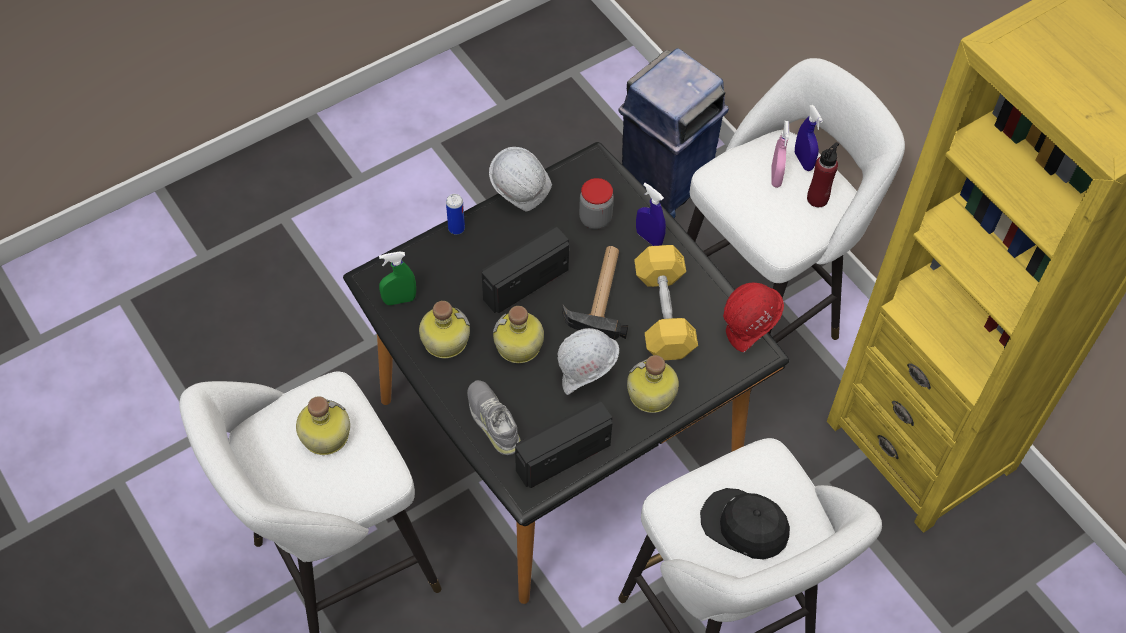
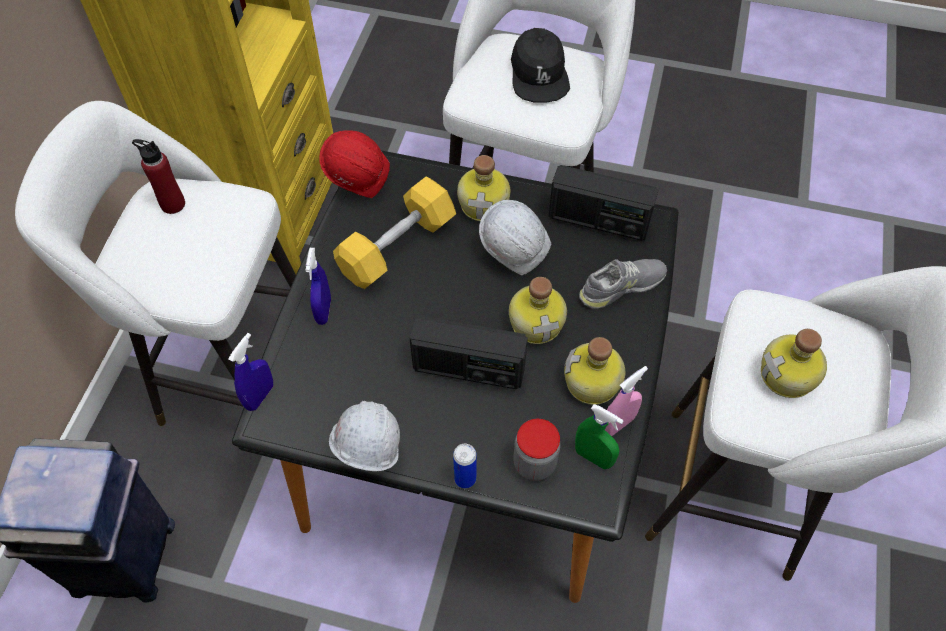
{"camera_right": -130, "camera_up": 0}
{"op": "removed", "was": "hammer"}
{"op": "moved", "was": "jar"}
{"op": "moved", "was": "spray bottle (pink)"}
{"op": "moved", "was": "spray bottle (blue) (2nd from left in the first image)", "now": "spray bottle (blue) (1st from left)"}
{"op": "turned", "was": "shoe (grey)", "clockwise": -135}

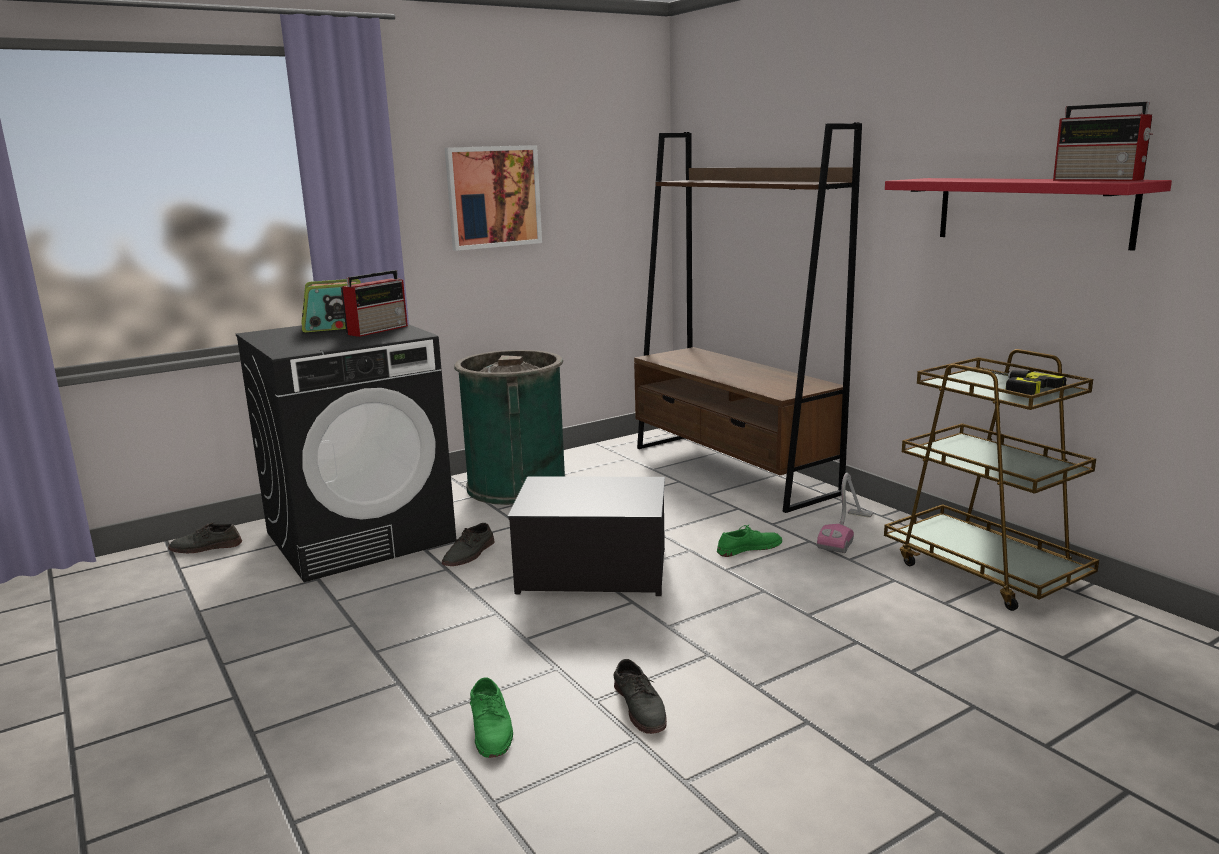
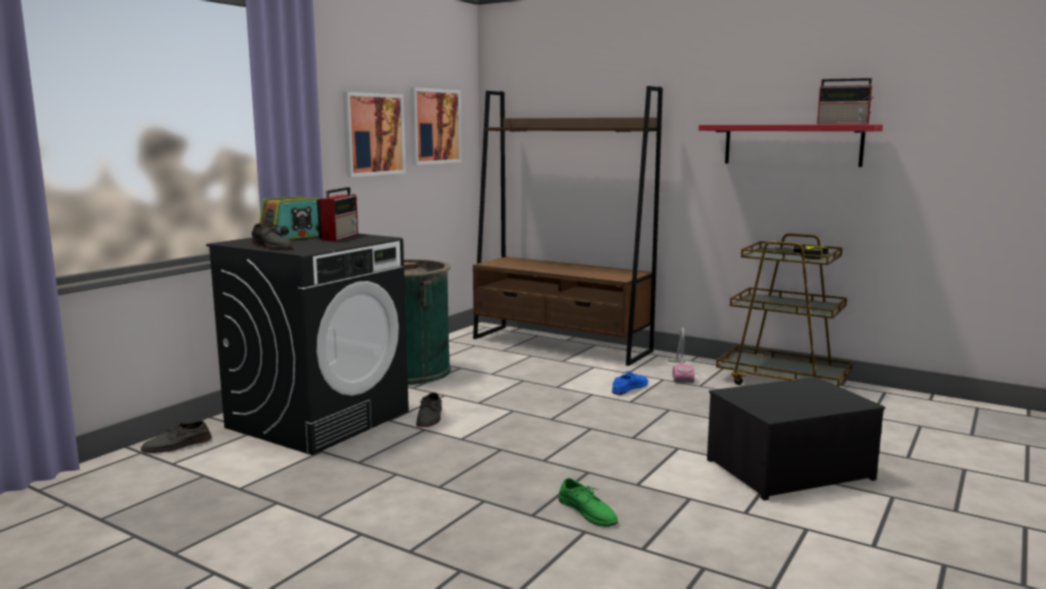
{"camera_right": -25, "camera_up": -5}
{"op": "added", "now": "picture (2nd from left)"}
{"op": "moved", "was": "storage box"}
{"op": "moved", "was": "shoe (grey) (3rd from left in the first image)", "now": "shoe (grey) (2nd from left)"}
{"op": "recoloured", "was": "shoe (green) (2nd from left)", "now": "shoe (blue)"}

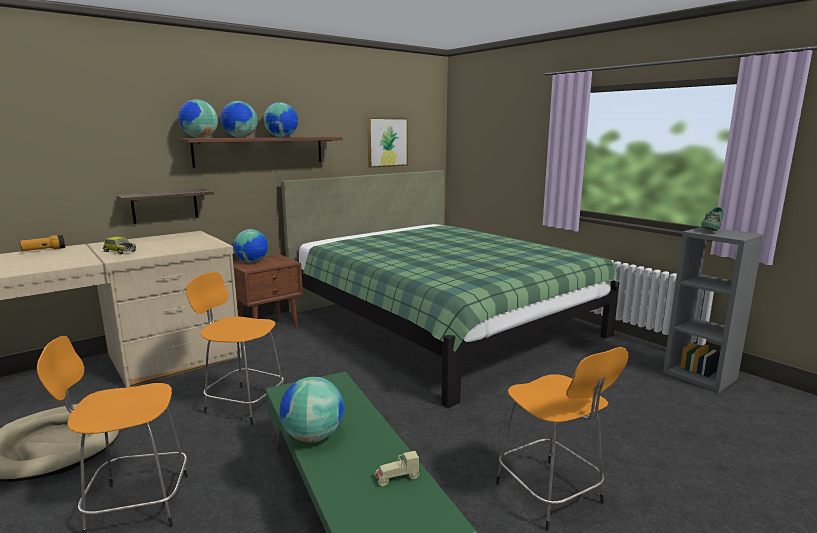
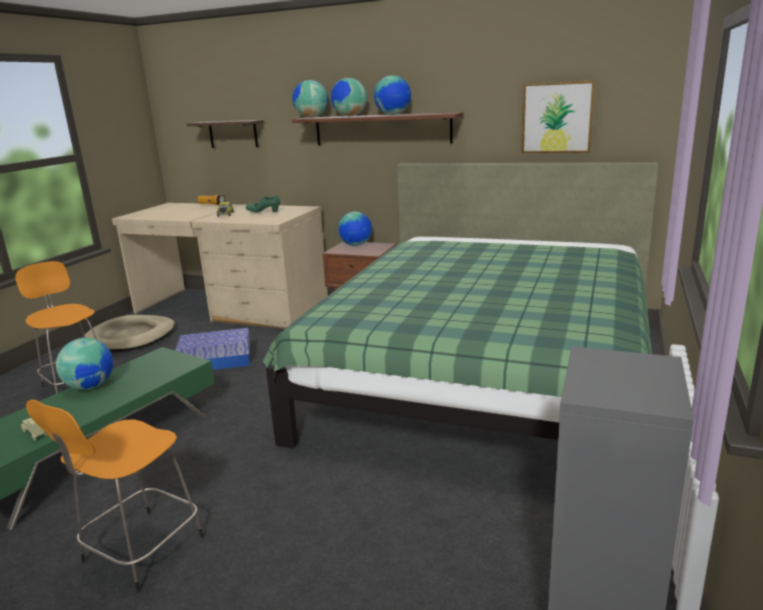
{"camera_right": 60, "camera_up": 5}
{"op": "moved", "was": "shelf (1st from left)"}
{"op": "moved", "was": "shoe (green)"}
{"op": "replaced", "was": "stool (orange) (2nd from left)", "now": "storage box"}

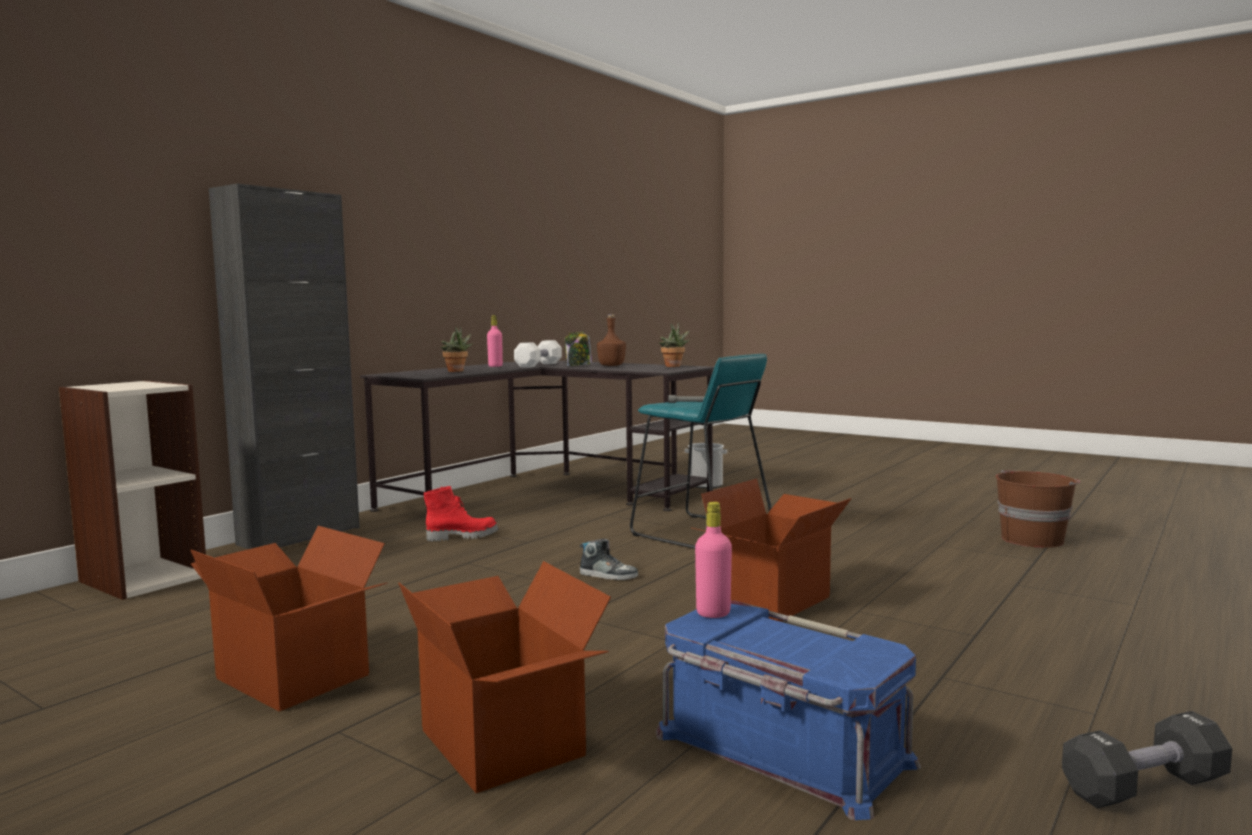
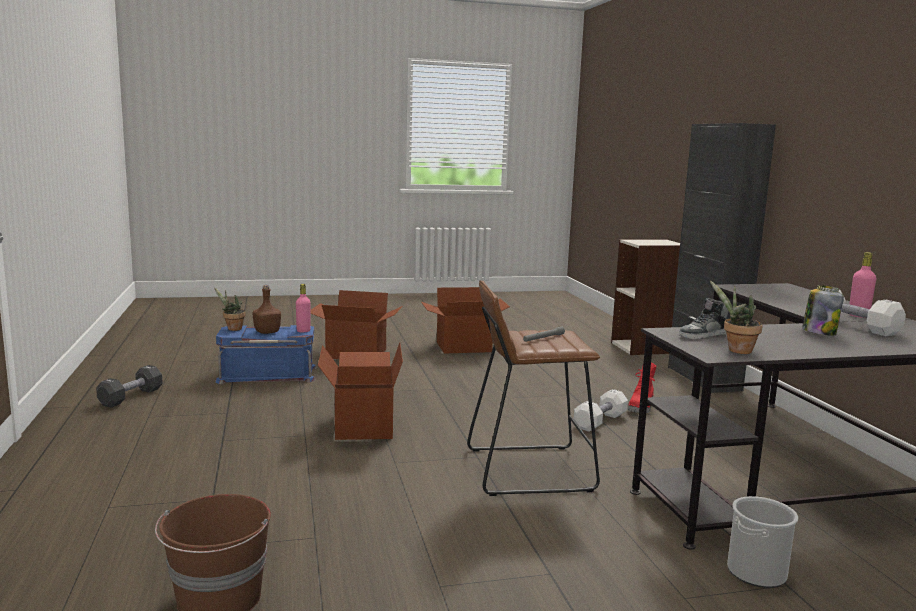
{"camera_right": 130, "camera_up": 5}
{"op": "added", "now": "dumbbell (white) (1st from left)"}
{"op": "moved", "was": "potted plant (1st from left)"}
{"op": "moved", "was": "shoe"}
{"op": "moved", "was": "bottle (brown)"}
{"op": "recoloured", "was": "stool (turquoise)", "now": "stool (brown)"}

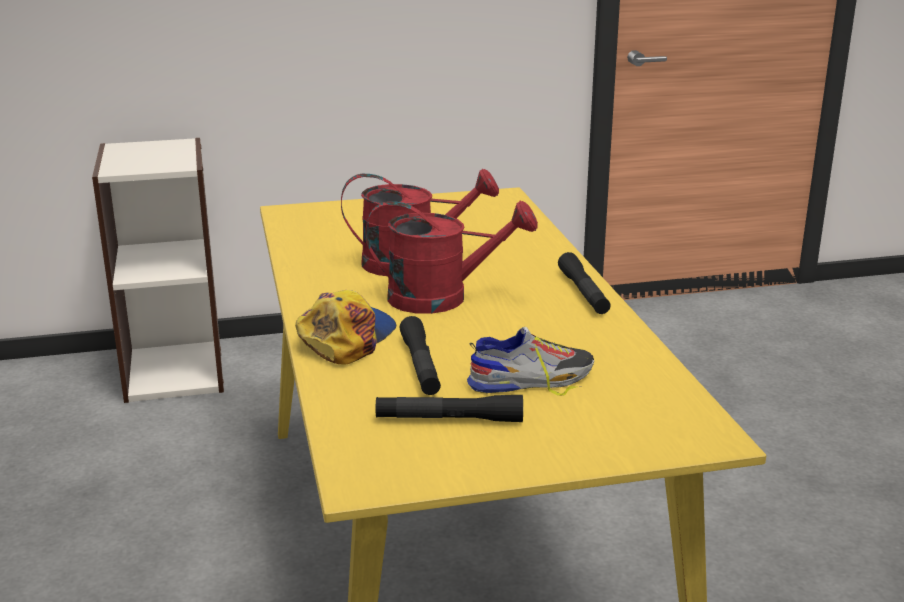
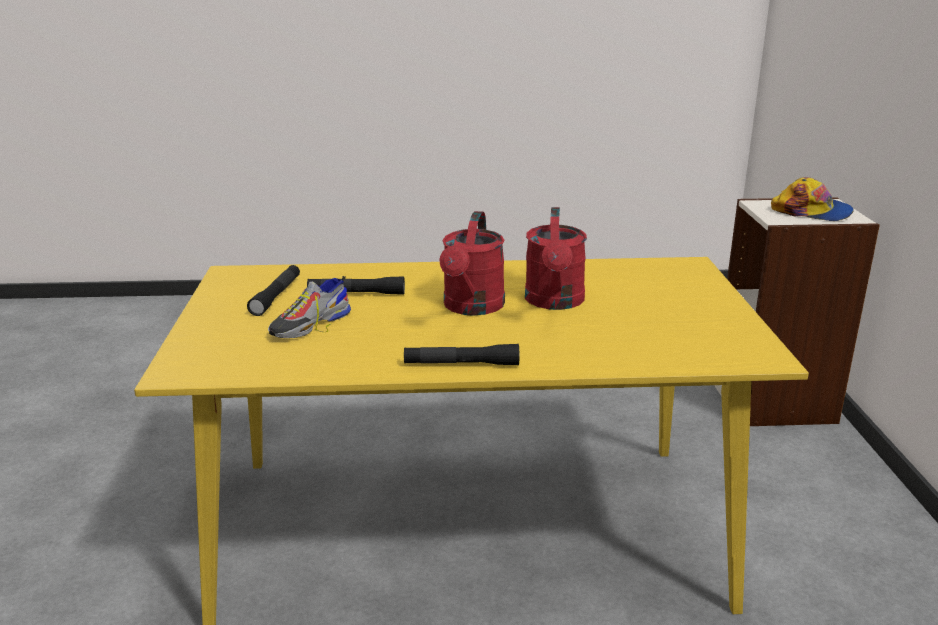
{"camera_right": 100, "camera_up": 0}
{"op": "moved", "was": "cap"}
{"op": "turned", "was": "shoe", "clockwise": 45}

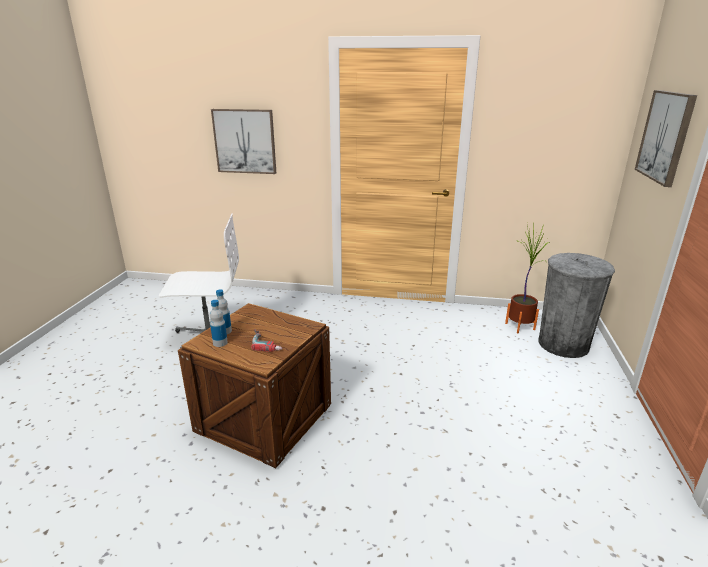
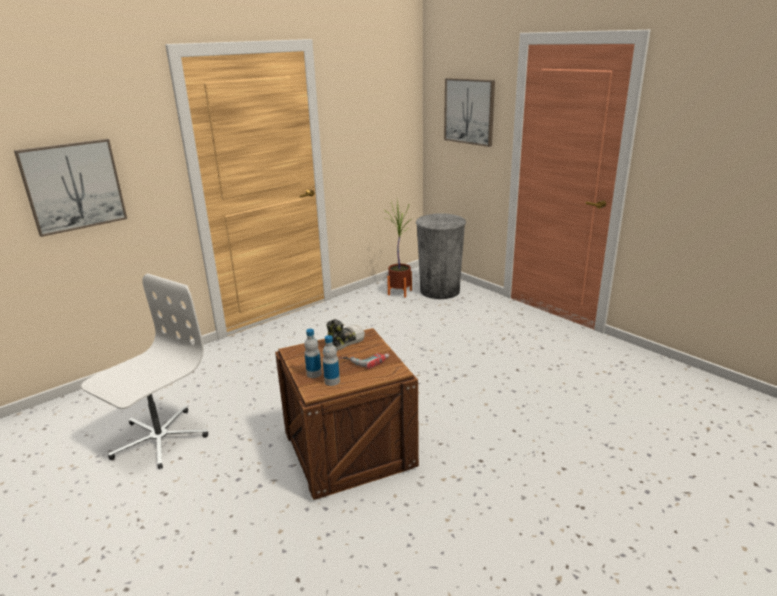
{"camera_right": -50, "camera_up": 0}
{"op": "added", "now": "shoe"}

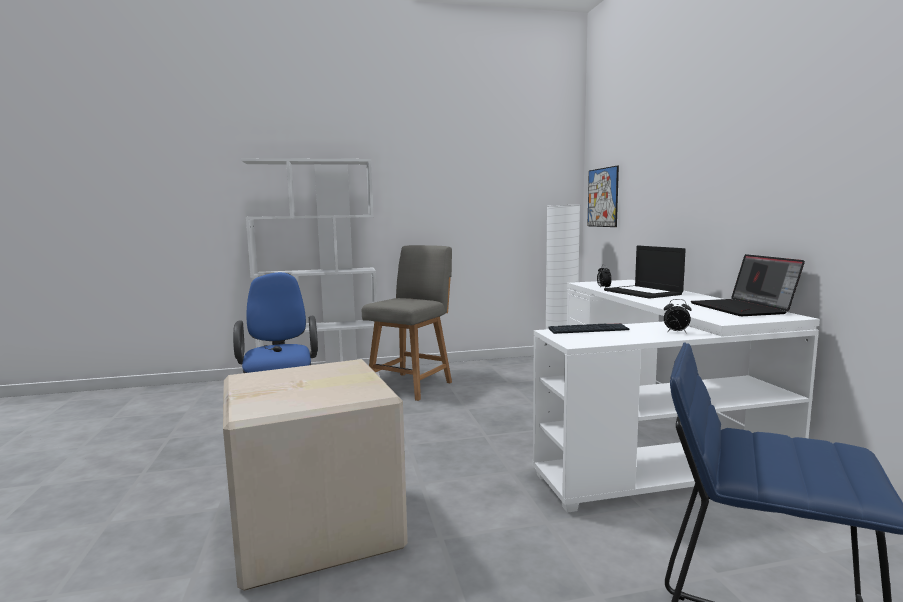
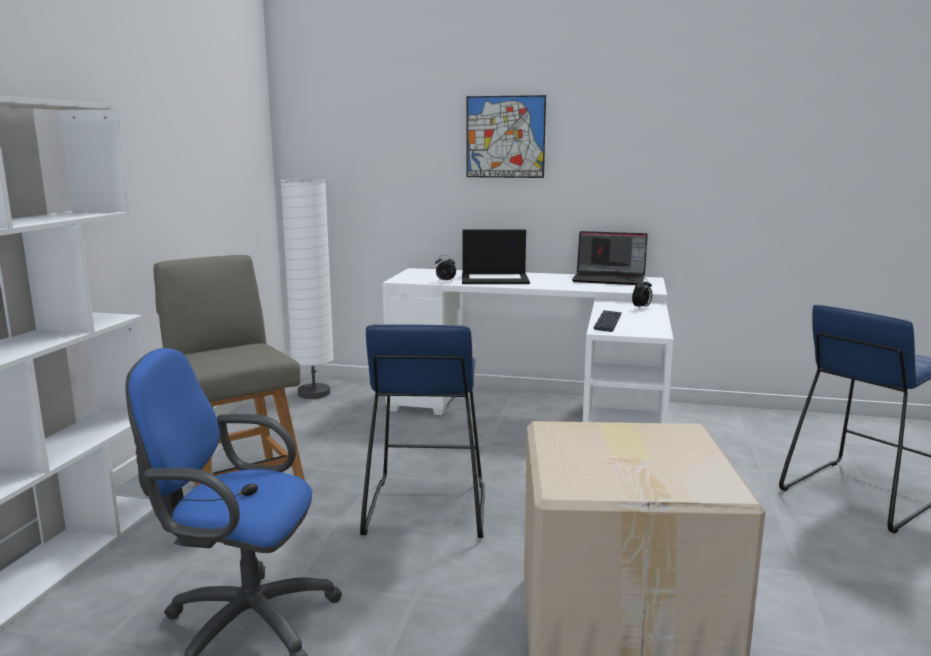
{"camera_right": -65, "camera_up": 5}
{"op": "added", "now": "stool (blue) (1st from left)"}
{"op": "moved", "was": "picture"}

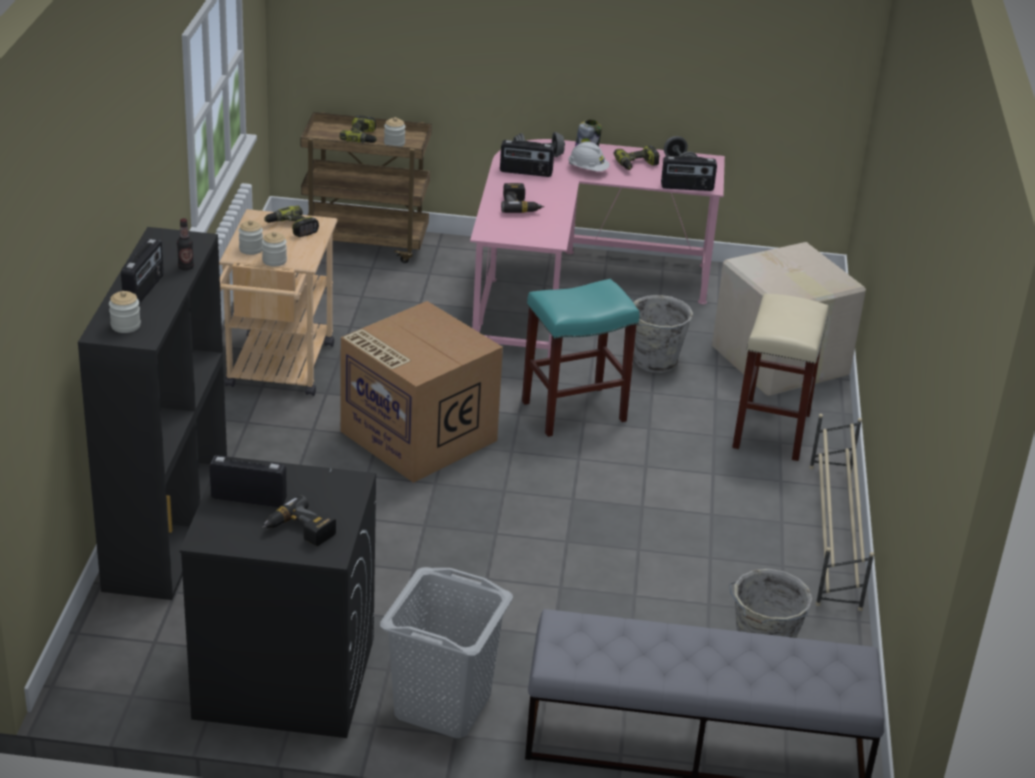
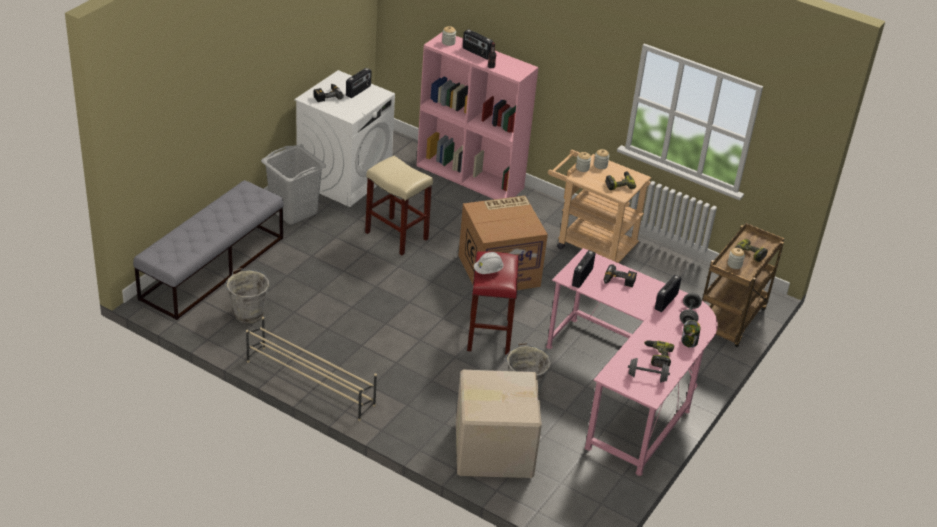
{"camera_right": 115, "camera_up": 5}
{"op": "moved", "was": "hard hat (white)"}
{"op": "moved", "was": "radio (4th from left in the first image)", "now": "radio (3rd from left)"}
{"op": "moved", "was": "stool (beige)"}
{"op": "recoloured", "was": "bookcase (black)", "now": "bookcase (pink)"}
{"op": "recoloured", "was": "washing machine (black)", "now": "washing machine (white)"}
{"op": "recoloured", "was": "stool (turquoise)", "now": "stool (red)"}

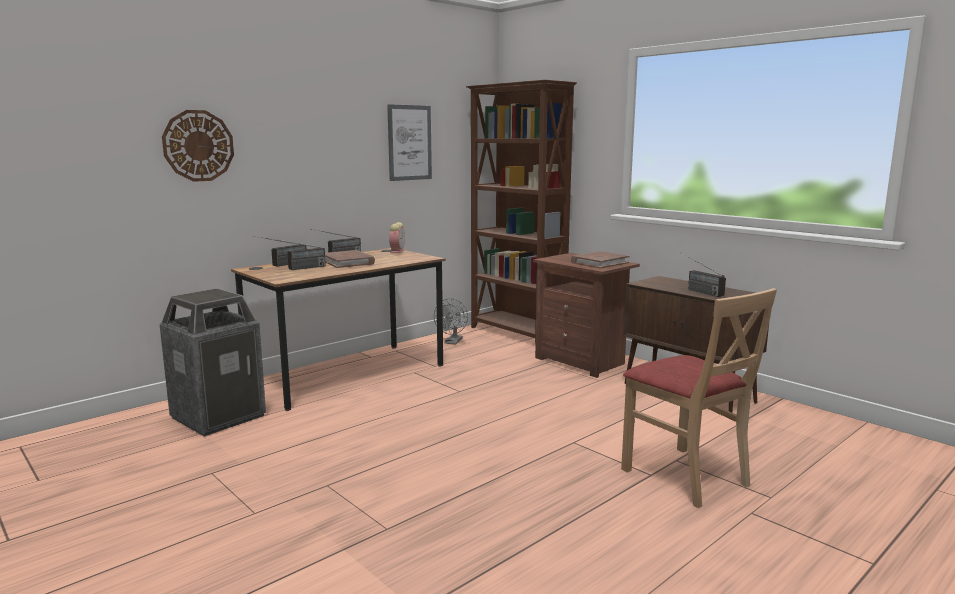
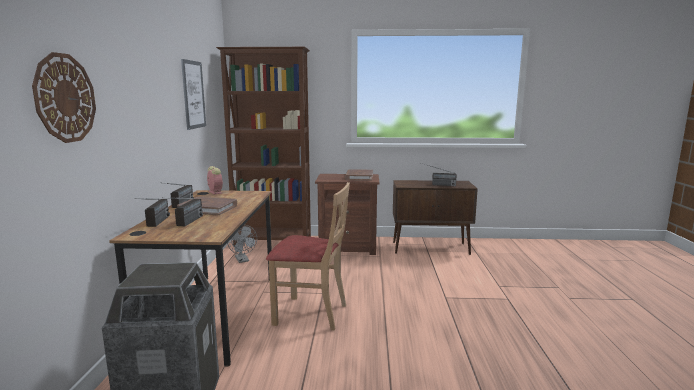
{"camera_right": -45, "camera_up": 0}
{"op": "moved", "was": "chair (beige)"}

